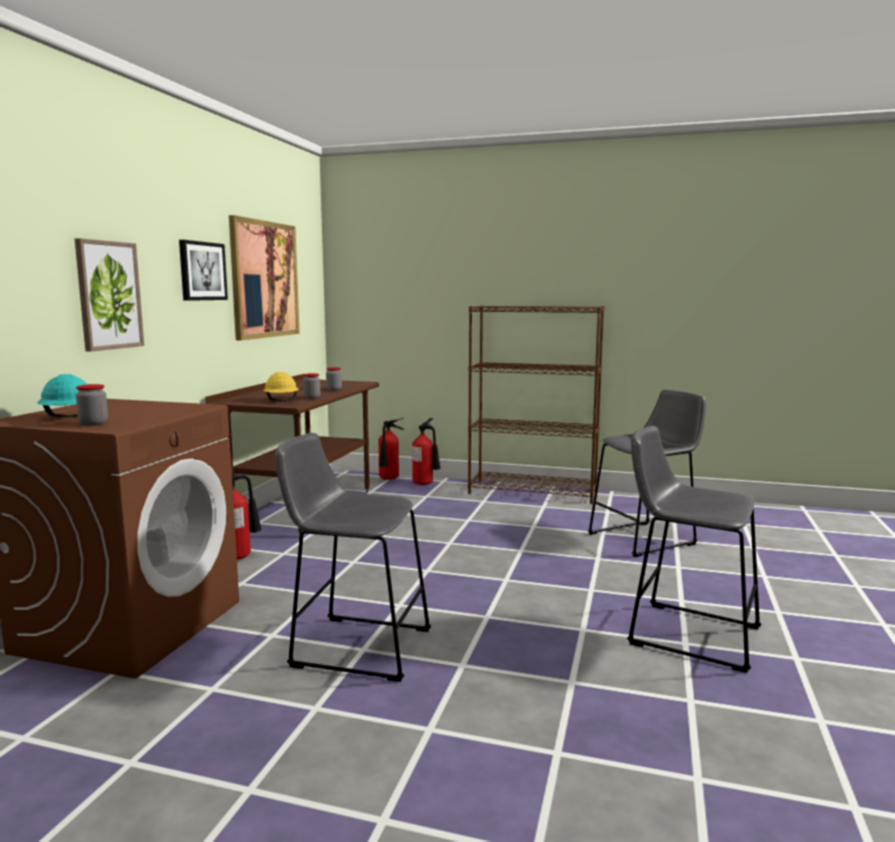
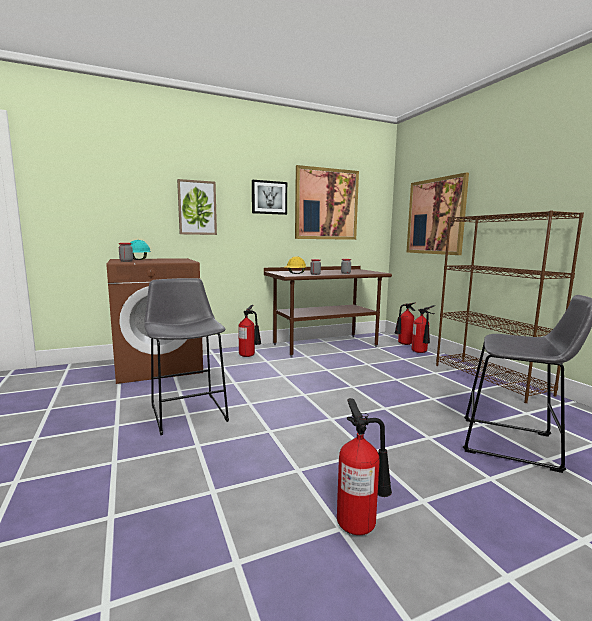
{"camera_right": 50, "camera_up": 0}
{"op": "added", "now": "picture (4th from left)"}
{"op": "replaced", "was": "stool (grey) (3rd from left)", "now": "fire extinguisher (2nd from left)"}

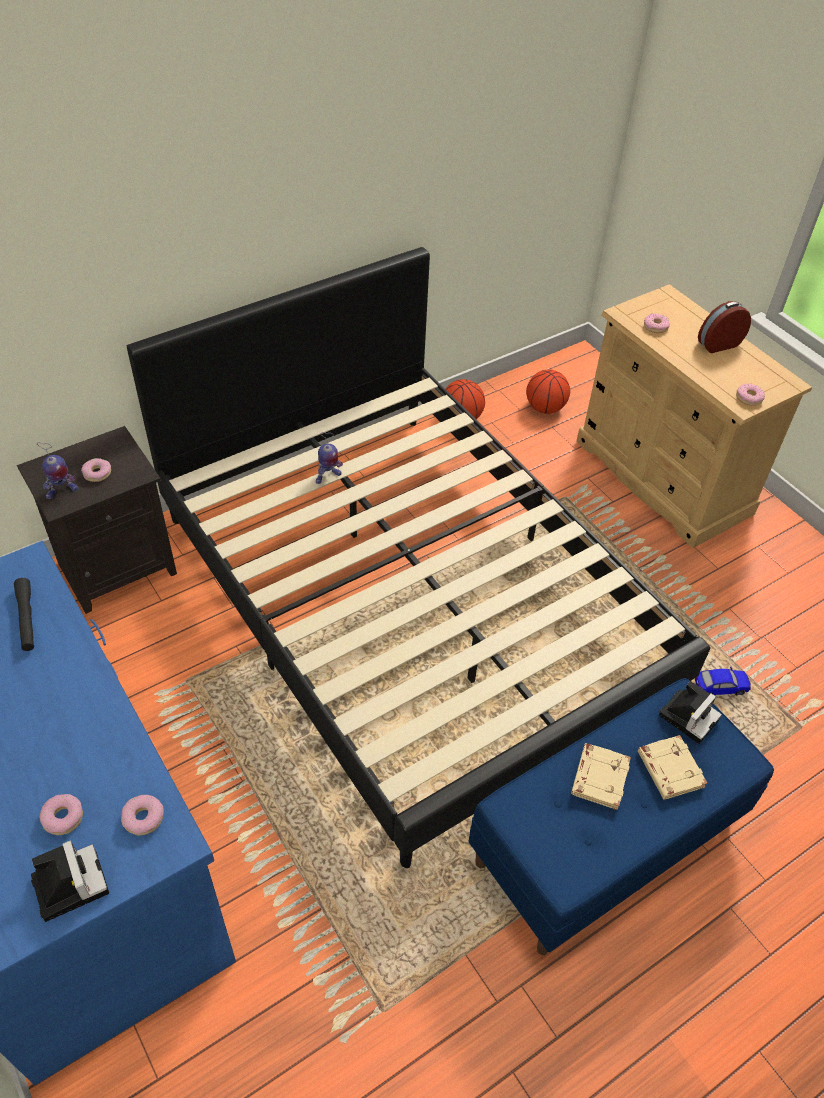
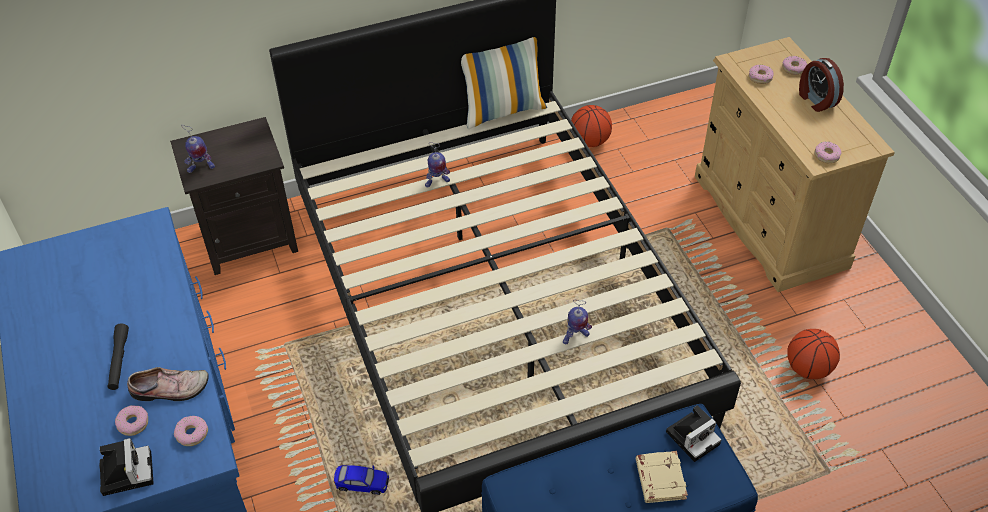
{"camera_right": 15, "camera_up": 0}
{"op": "removed", "was": "book (beige) (1st from left)"}
{"op": "added", "now": "shoe"}
{"op": "added", "now": "pillow"}
{"op": "added", "now": "toy robot (3rd from left)"}
{"op": "moved", "was": "flashlight (black)"}
{"op": "moved", "was": "donut (2nd from left in the first image)", "now": "donut (4th from left)"}
{"op": "moved", "was": "basketball (2nd from left)"}
{"op": "moved", "was": "toy car"}
{"op": "turned", "was": "alarm clock", "clockwise": -105}

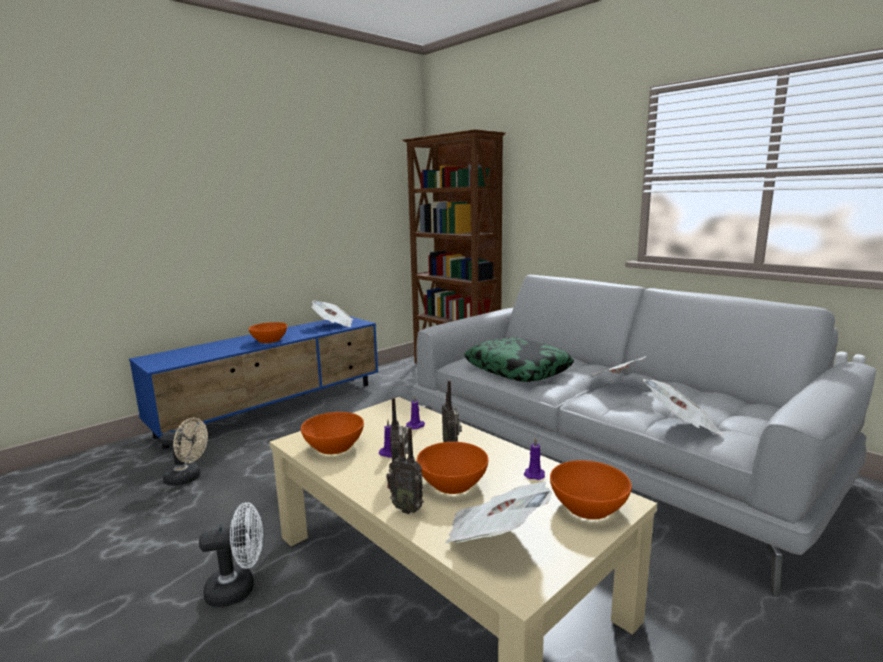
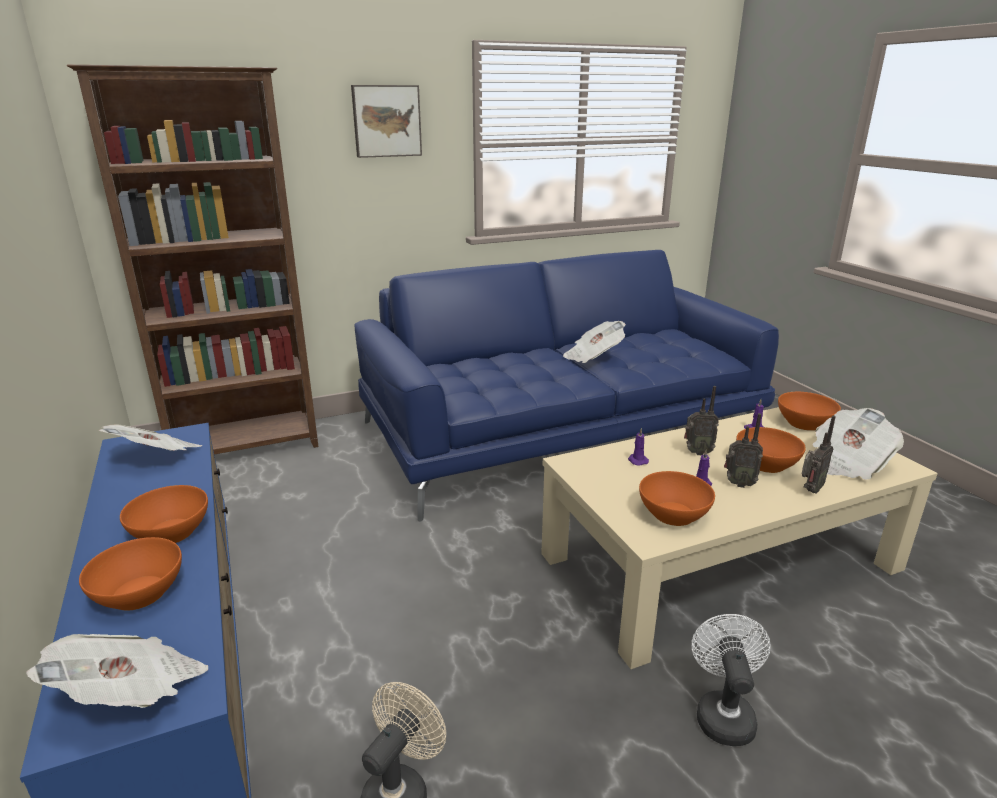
{"camera_right": -70, "camera_up": 10}
{"op": "removed", "was": "pillow"}
{"op": "added", "now": "bowl (orange) (1st from left)"}
{"op": "added", "now": "picture"}
{"op": "moved", "was": "newspaper (4th from left in the first image)", "now": "newspaper (1st from left)"}
{"op": "recoloured", "was": "sofa (grey)", "now": "sofa (blue)"}

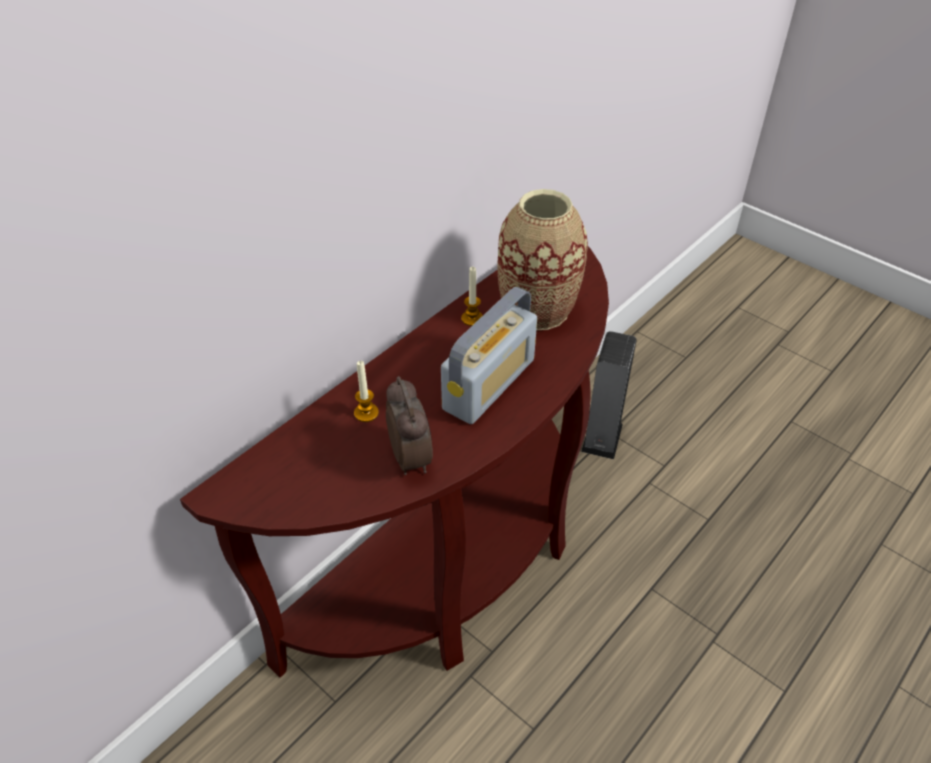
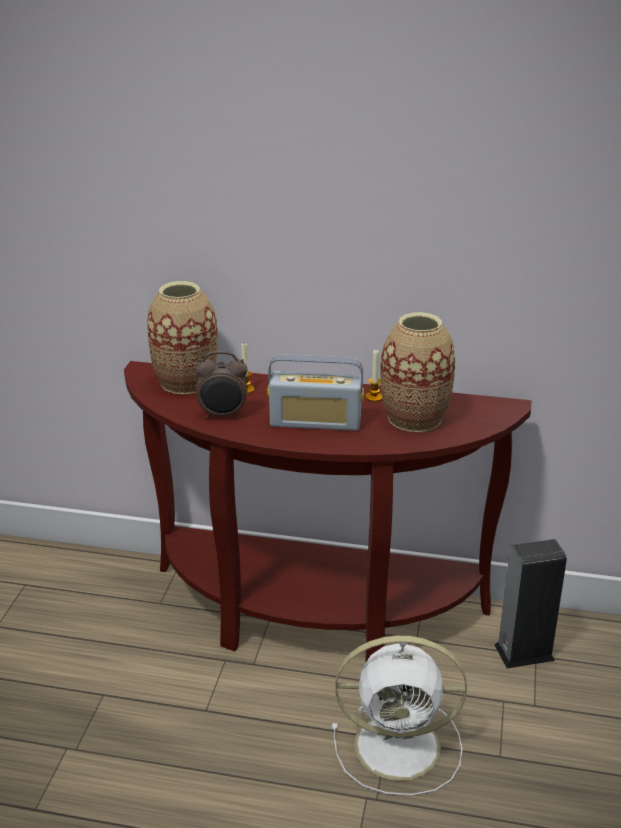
{"camera_right": 60, "camera_up": -15}
{"op": "added", "now": "vase (1st from left)"}
{"op": "added", "now": "fan (white)"}
{"op": "turned", "was": "alarm clock", "clockwise": 45}

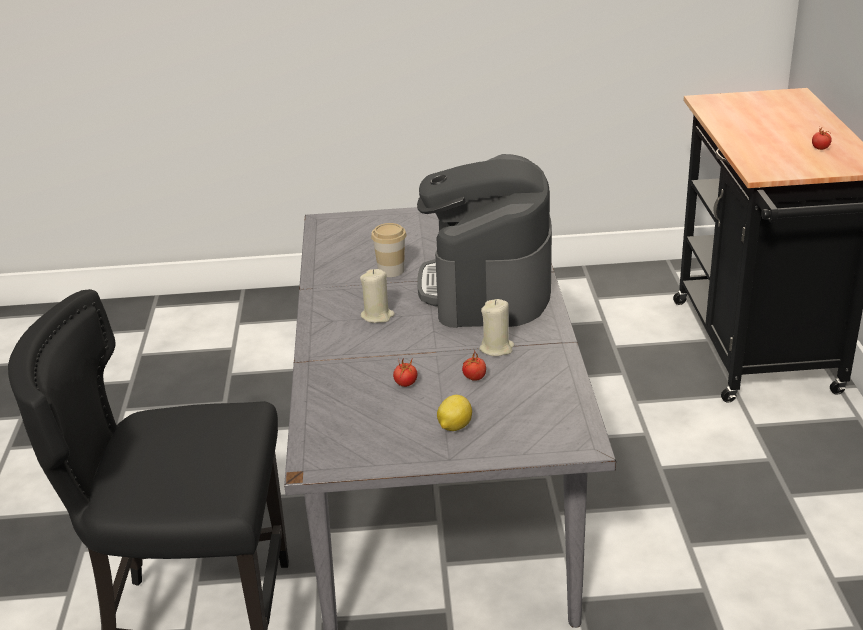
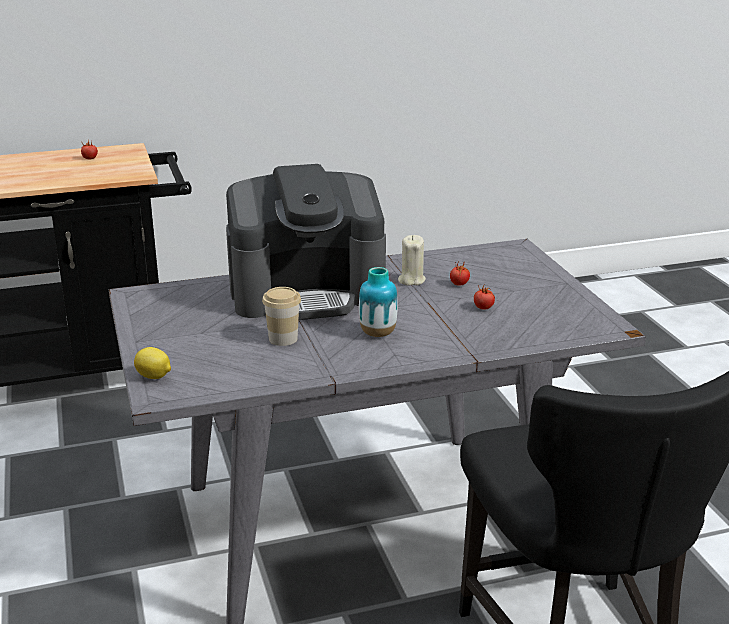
{"camera_right": -105, "camera_up": -5}
{"op": "moved", "was": "lemon"}
{"op": "replaced", "was": "candle (beige) (1st from left)", "now": "vase"}

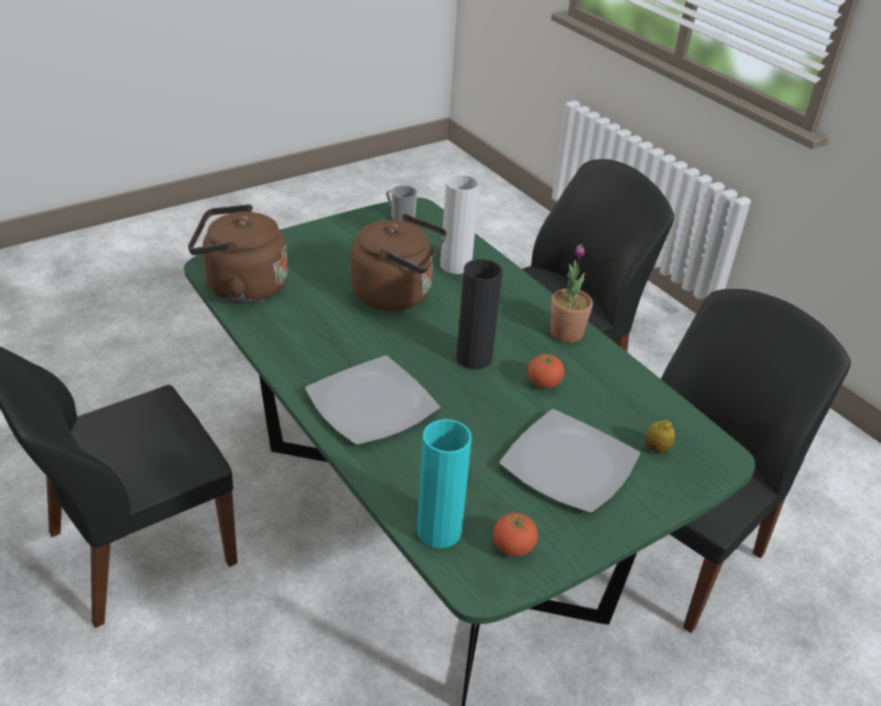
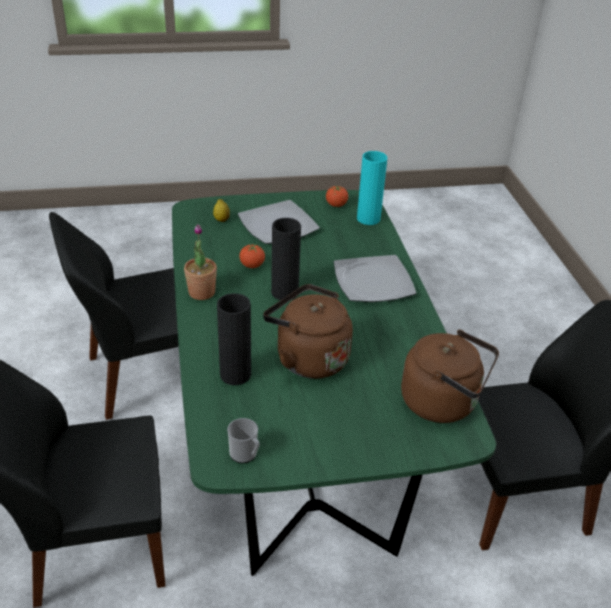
{"camera_right": -155, "camera_up": 0}
{"op": "recoloured", "was": "vase (white)", "now": "vase (black) (1st from left)"}

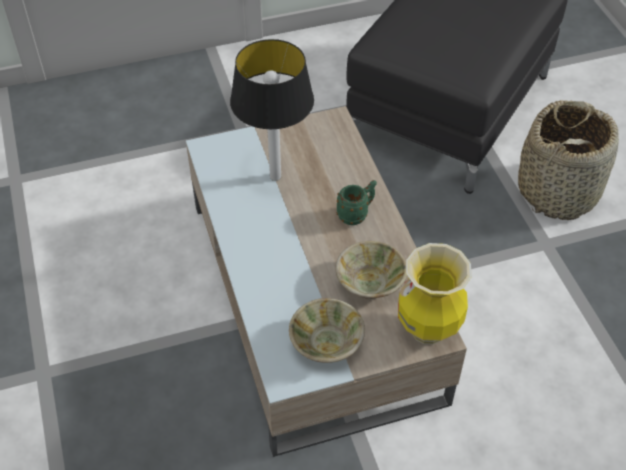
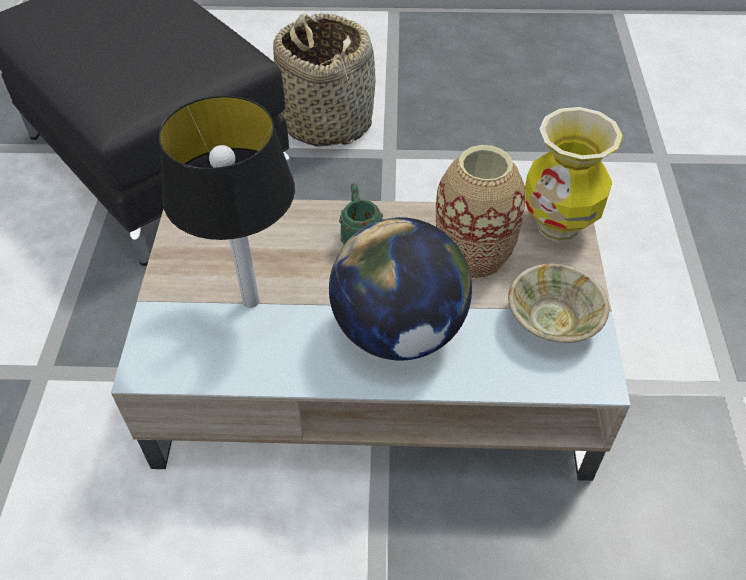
{"camera_right": -70, "camera_up": 0}
{"op": "added", "now": "globe"}
{"op": "replaced", "was": "bowl (beige) (2nd from left)", "now": "vase (1st from left)"}

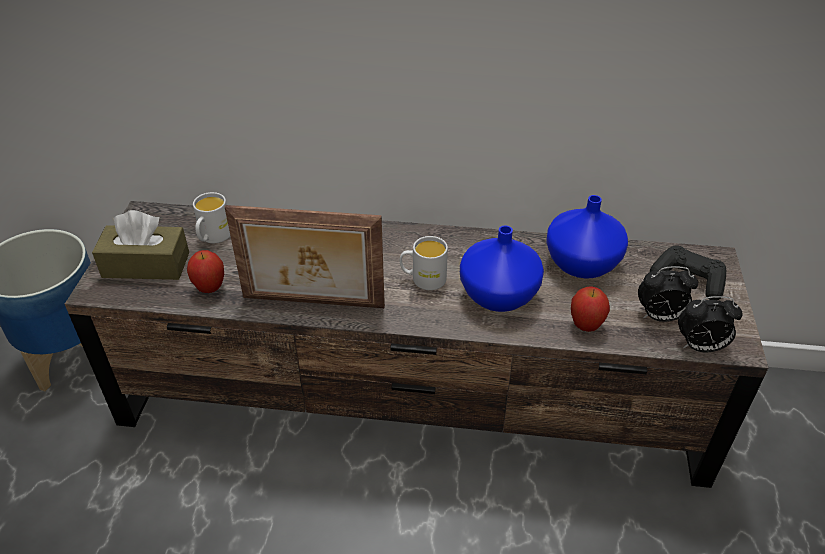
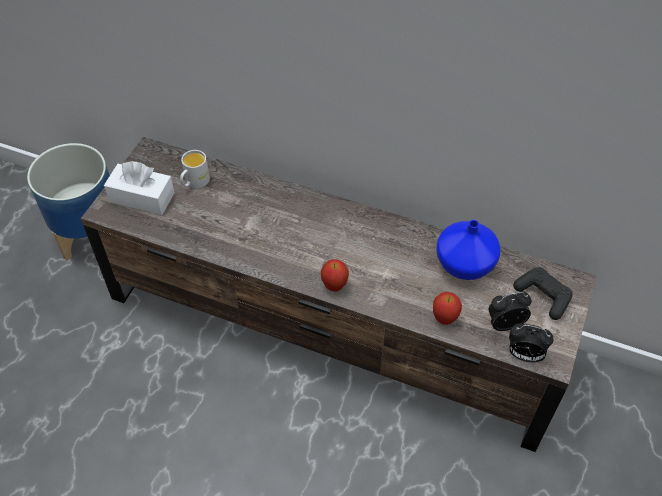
{"camera_right": 15, "camera_up": 10}
{"op": "removed", "was": "picture frame"}
{"op": "removed", "was": "mug (white) (2nd from left)"}
{"op": "removed", "was": "vase (blue) (1st from left)"}
{"op": "moved", "was": "apple (1st from left)"}
{"op": "recoloured", "was": "tissue box (brown)", "now": "tissue box (white)"}
{"op": "turned", "was": "alarm clock (1st from left)", "clockwise": 150}

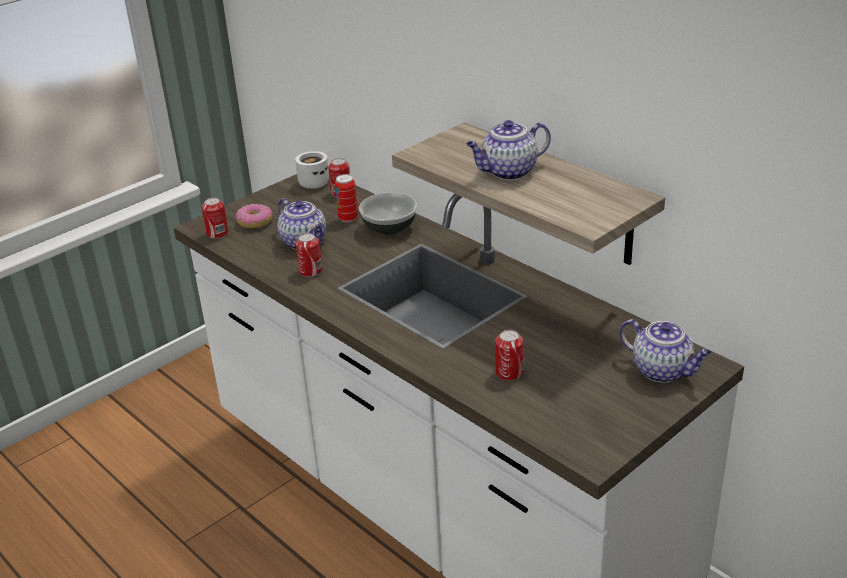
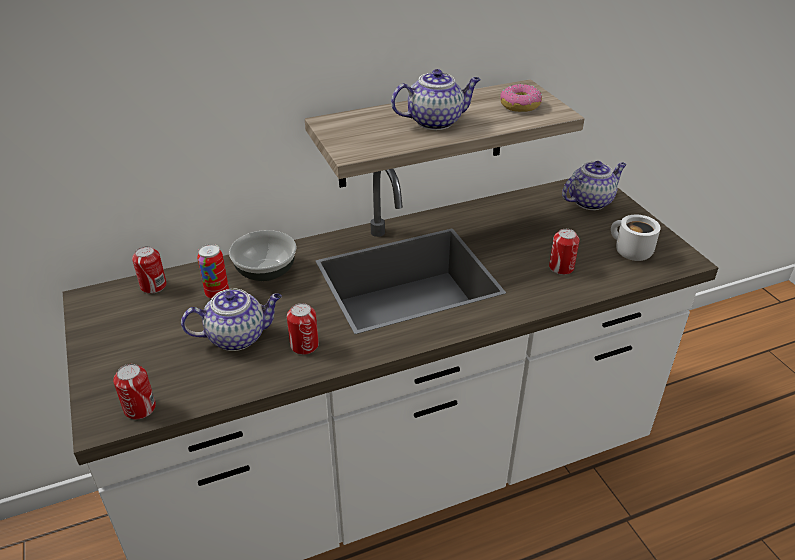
{"camera_right": -70, "camera_up": 5}
{"op": "moved", "was": "donut"}
{"op": "moved", "was": "mug (white)"}
{"op": "turned", "was": "teapot (2nd from left)", "clockwise": -105}

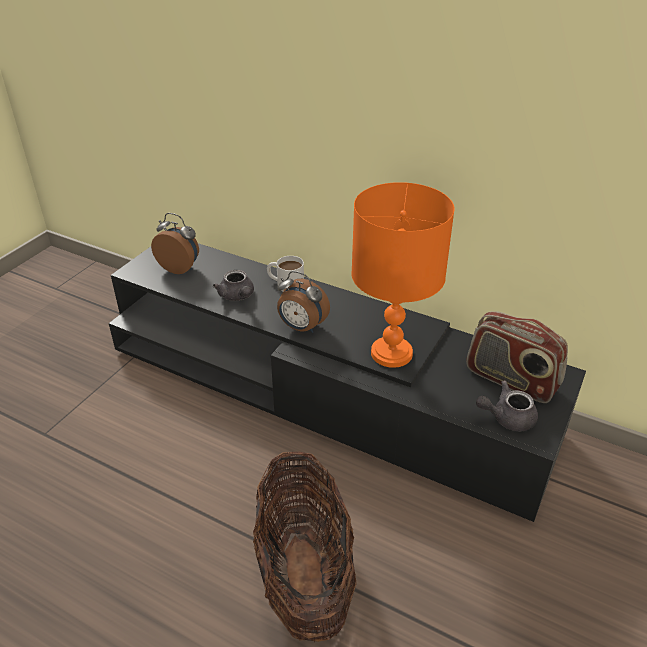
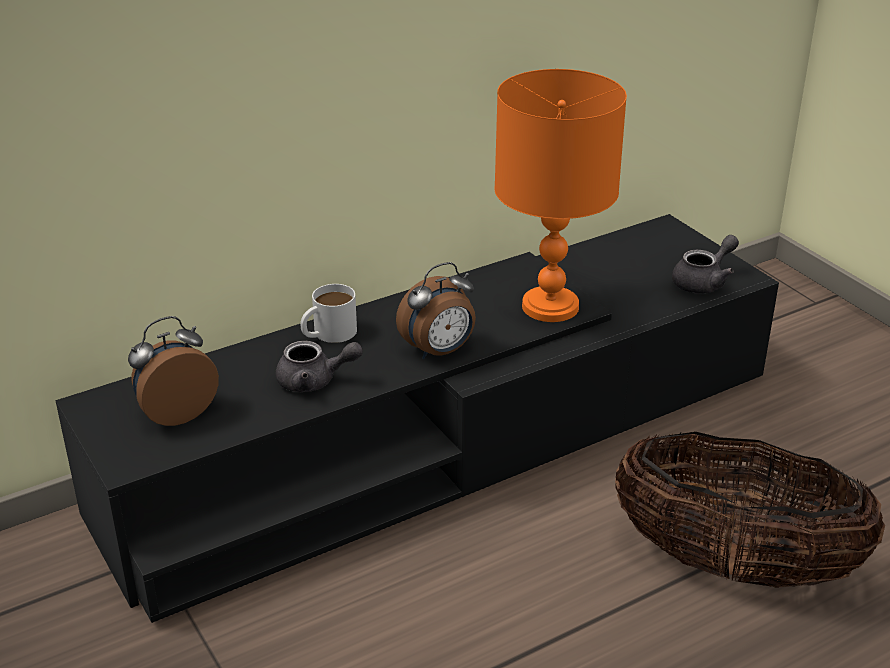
{"camera_right": -60, "camera_up": -5}
{"op": "removed", "was": "radio"}
{"op": "turned", "was": "teapot (grey) (2nd from left)", "clockwise": -150}

